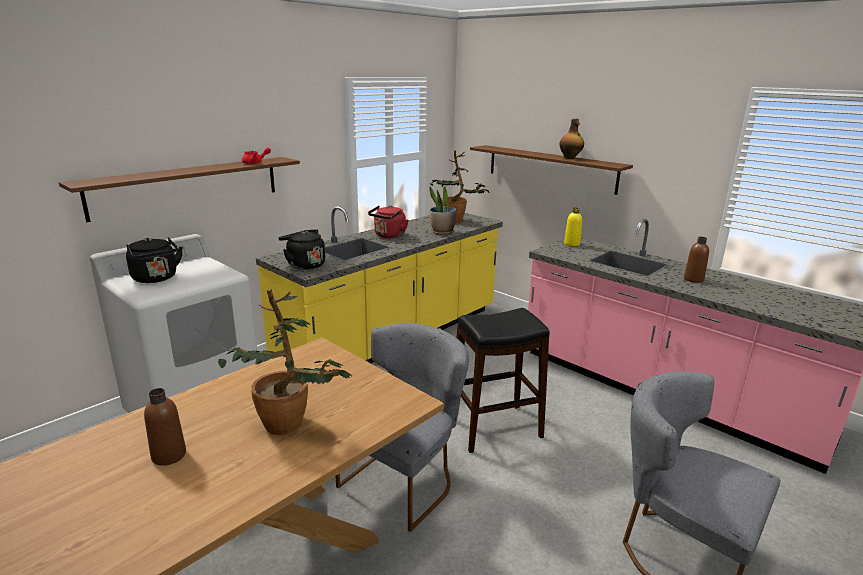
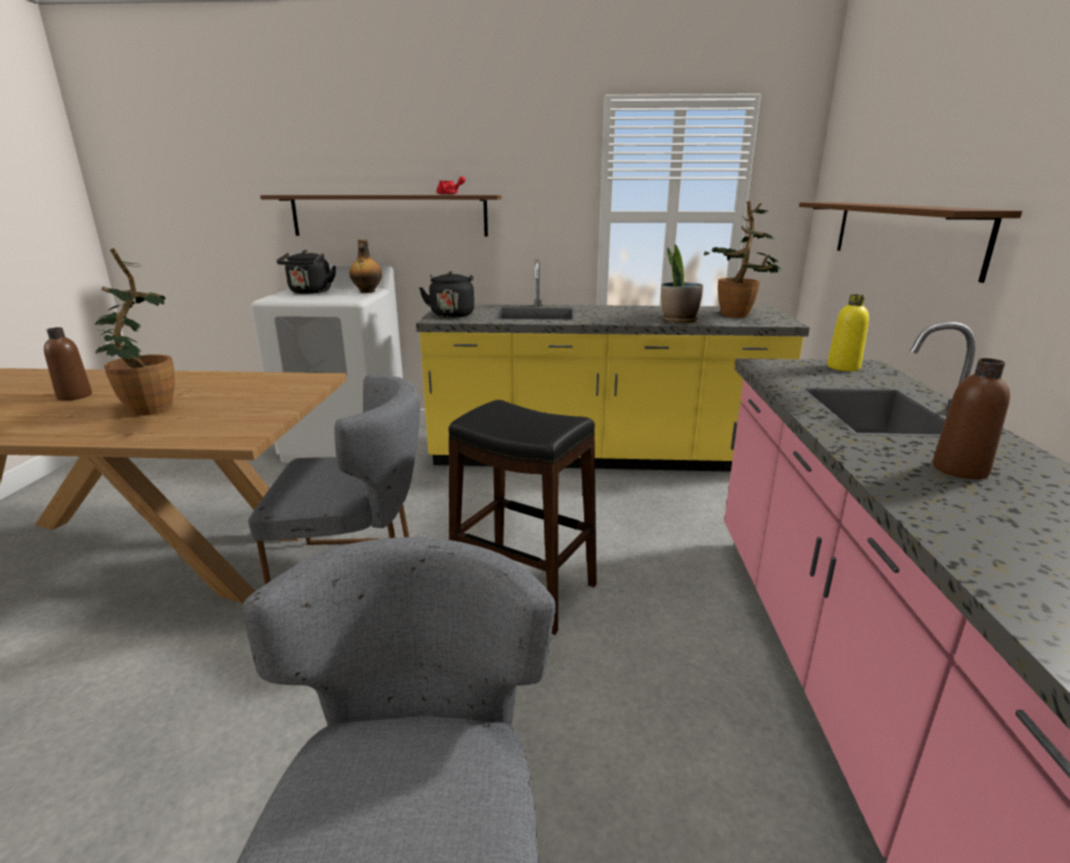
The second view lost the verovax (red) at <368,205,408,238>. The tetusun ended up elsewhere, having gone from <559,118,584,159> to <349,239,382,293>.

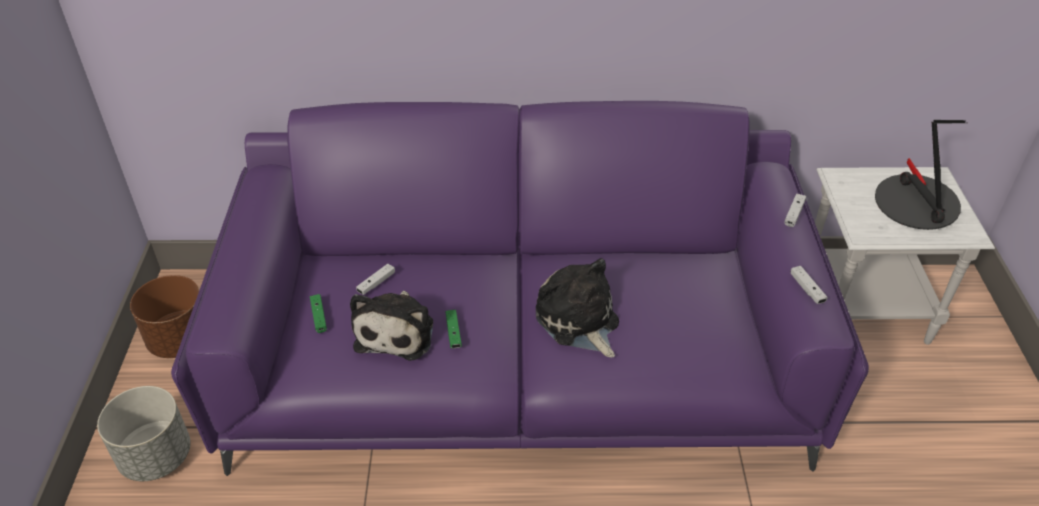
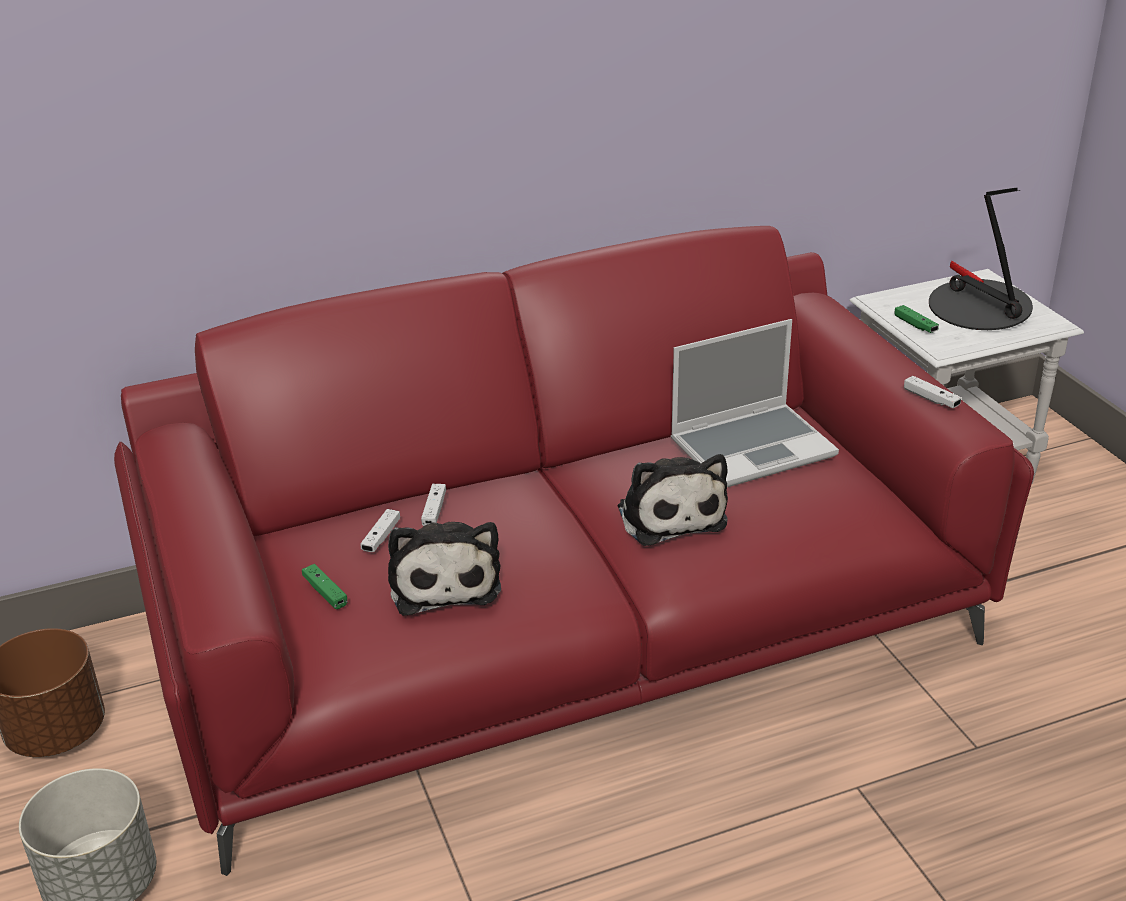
The second view gained the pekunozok at <671,319,839,487>. The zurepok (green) ended up elsewhere, having gone from <445,310,462,348> to <894,305,939,333>. The zurepok (white) ended up elsewhere, having gone from <784,193,806,227> to <421,484,446,526>. What was the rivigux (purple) at <171,101,869,476> turned into the rivigux (red) at <114,226,1034,876>. The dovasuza at <536,258,619,358> ended up facing another way, 150 degrees counterclockwise from before.

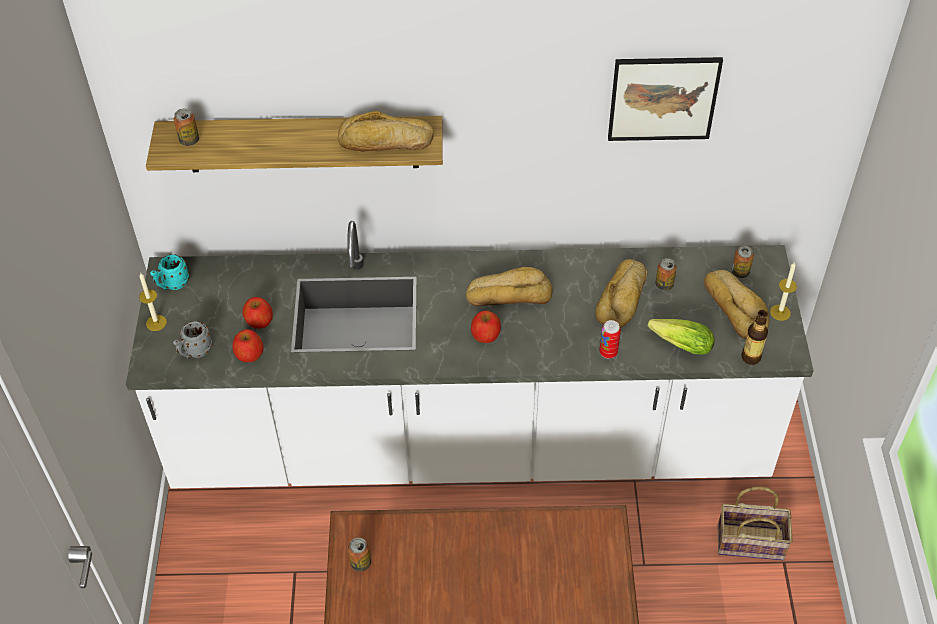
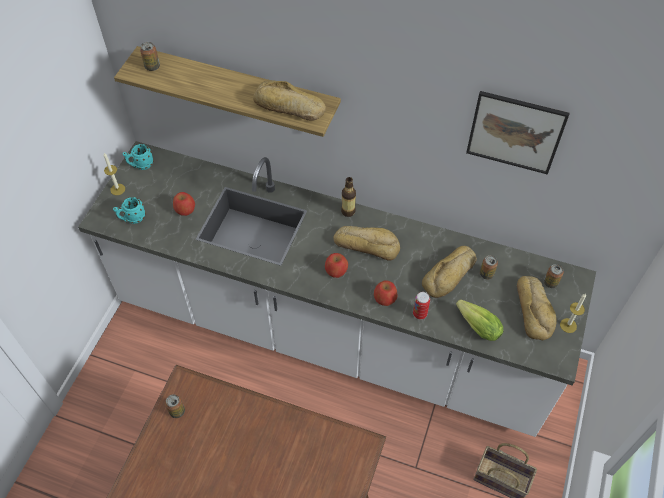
The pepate ended up elsewhere, having gone from <232,329,264,362> to <374,280,398,306>. The tetusun ended up elsewhere, having gone from <742,310,768,365> to <341,177,356,217>. What was the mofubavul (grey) at <173,321,212,359> turned into the mofubavul (turquoise) at <113,197,146,224>.

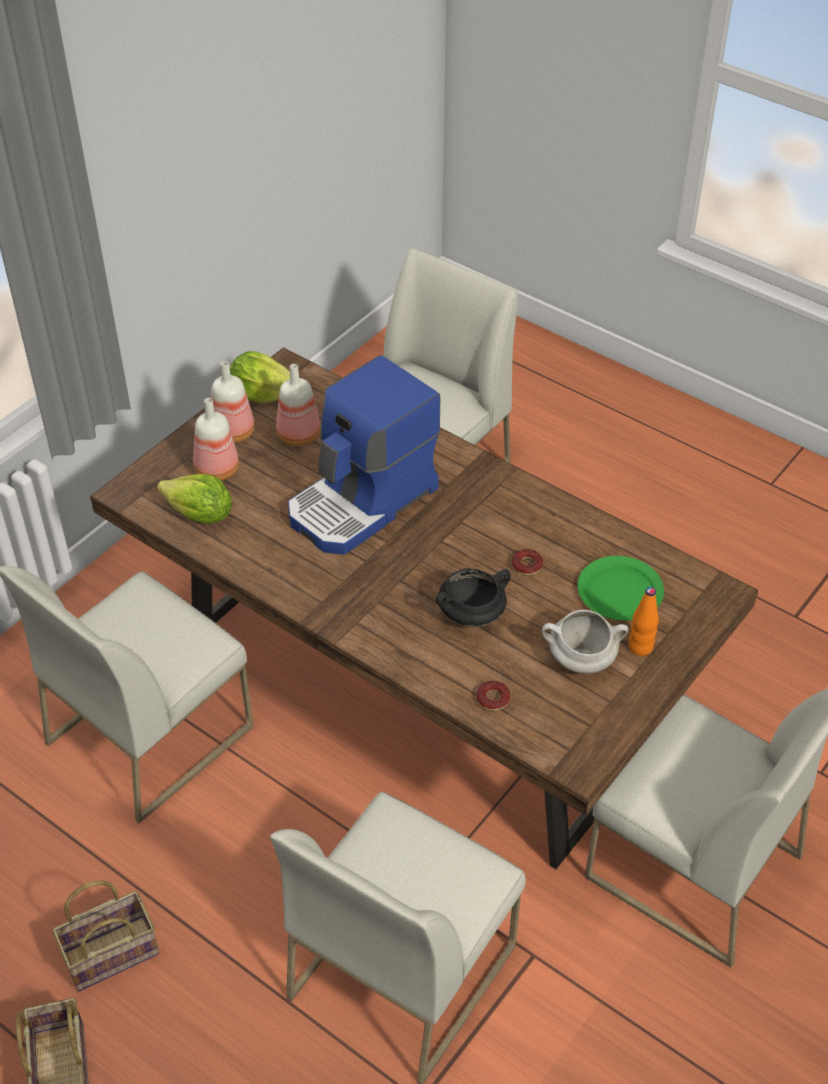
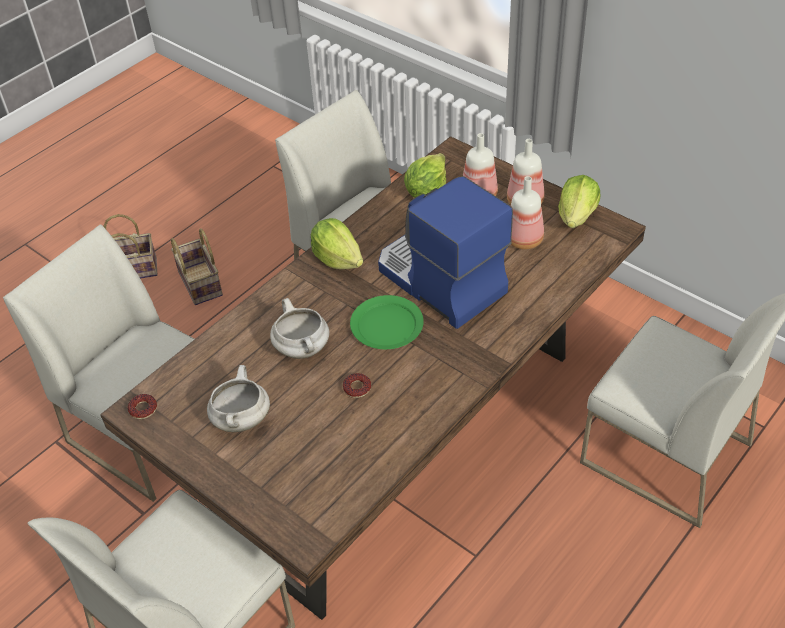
The second view lost the tetusun (orange) at <629,587,659,656>. The second view gained the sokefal at <311,218,363,269>. The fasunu ended up elsewhere, having gone from <477,681,510,711> to <128,394,157,419>. The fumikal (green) ended up elsewhere, having gone from <577,556,664,621> to <350,295,424,349>. What was the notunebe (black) at <436,568,511,627> turned into the notunebe (white) at <270,298,330,359>.

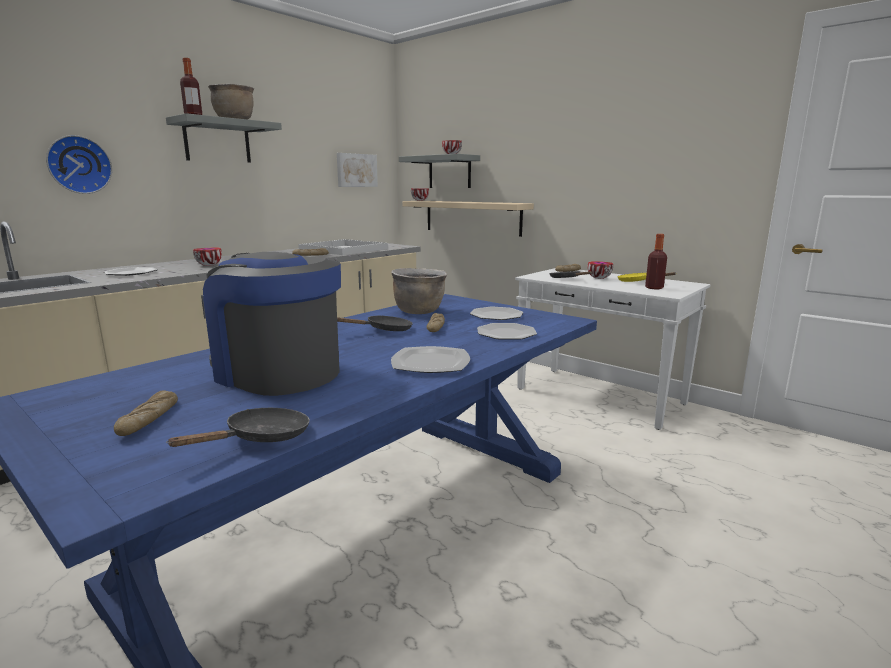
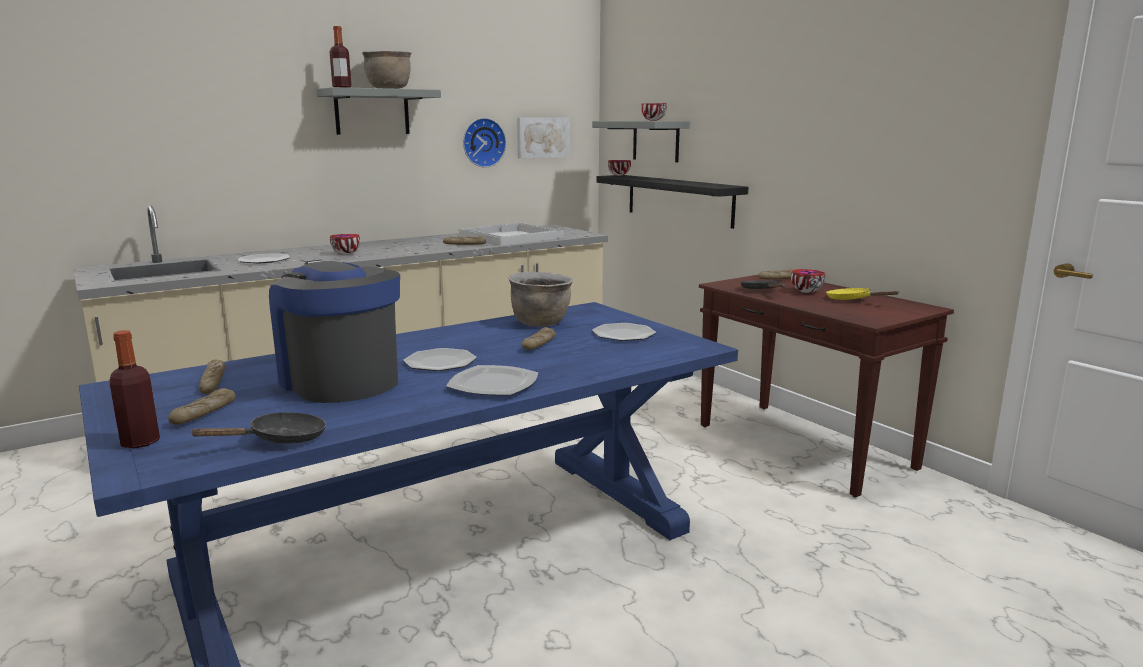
The second view lost the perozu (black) at <337,316,413,331>. The second view gained the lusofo at <199,359,225,394>. The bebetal ended up elsewhere, having gone from <46,135,112,194> to <463,118,506,168>. The fumikal ended up elsewhere, having gone from <477,323,537,339> to <403,348,477,371>. The tetusun ended up elsewhere, having gone from <645,234,667,289> to <109,330,160,448>. What was the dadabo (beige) at <402,201,534,237> turned into the dadabo (black) at <597,175,749,229>. What was the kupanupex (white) at <515,268,710,430> turned into the kupanupex (brown) at <699,275,954,497>.

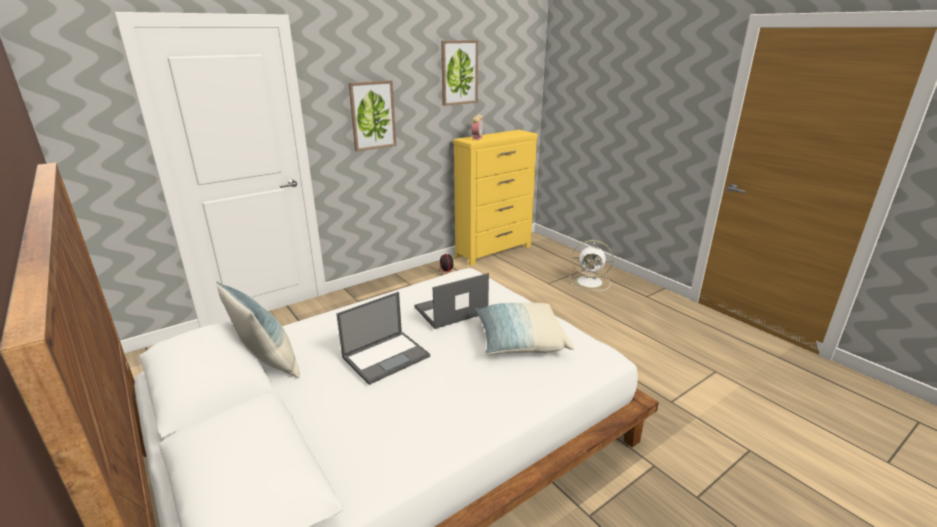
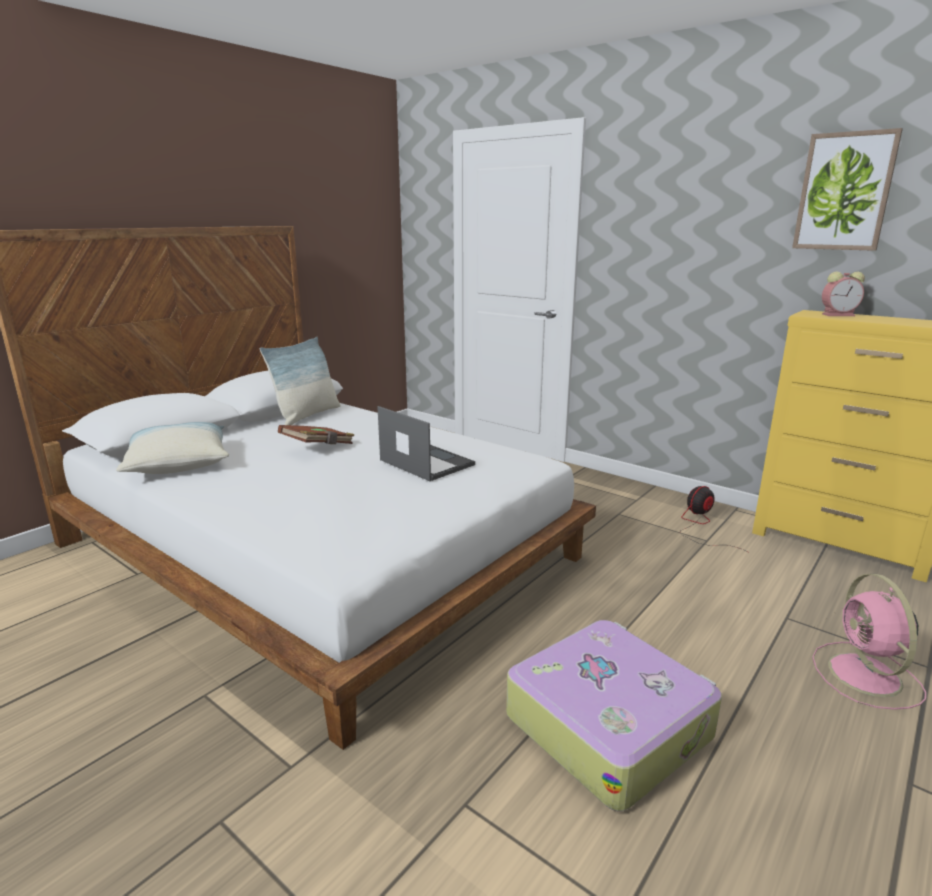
The second view lost the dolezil at <348,80,396,151>. The second view gained the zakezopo at <506,620,722,811>. The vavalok ended up elsewhere, having gone from <475,303,574,354> to <116,422,229,474>. Where the pekunozok stood at <336,292,430,385>, the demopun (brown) came to stand at <278,425,354,444>. What was the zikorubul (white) at <569,240,613,291> turned into the zikorubul (pink) at <812,574,926,710>.

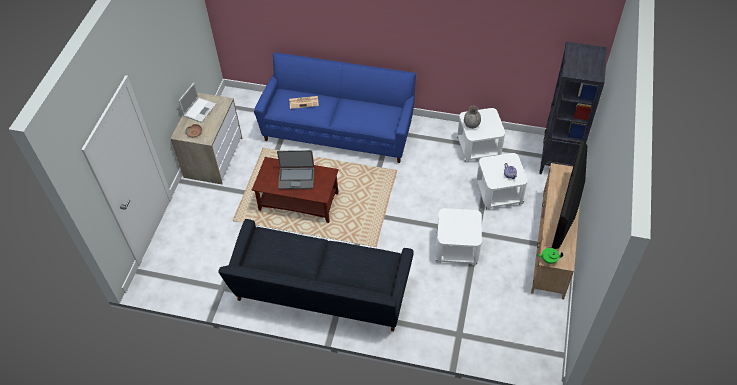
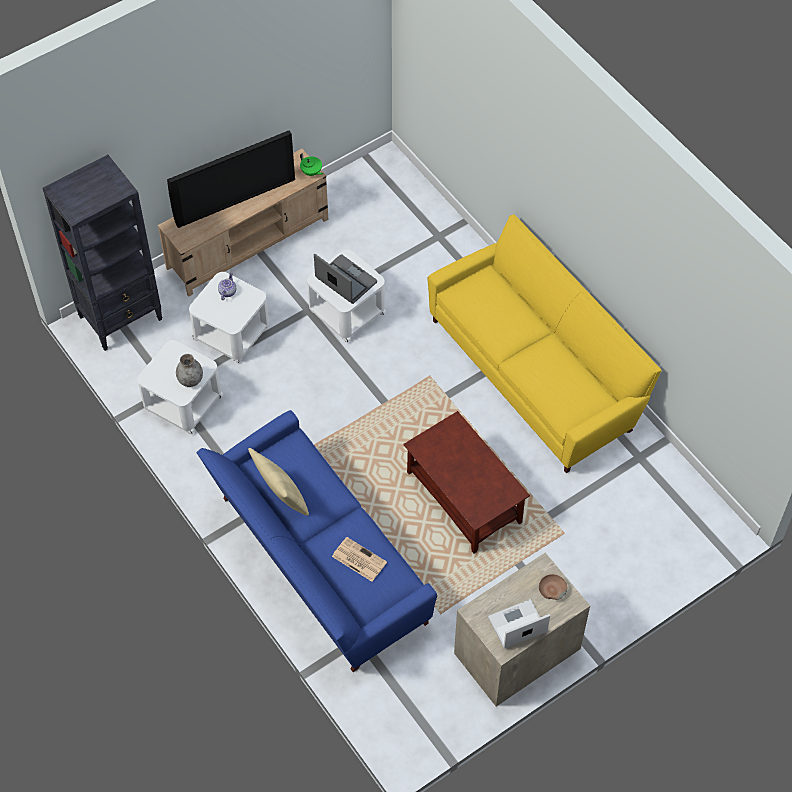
The second view gained the vavalok (beige) at <248,448,309,516>. The pekunozok ended up elsewhere, having gone from <277,150,314,189> to <314,254,377,304>. What was the rivigux (black) at <218,219,414,331> turned into the rivigux (yellow) at <427,214,661,473>.

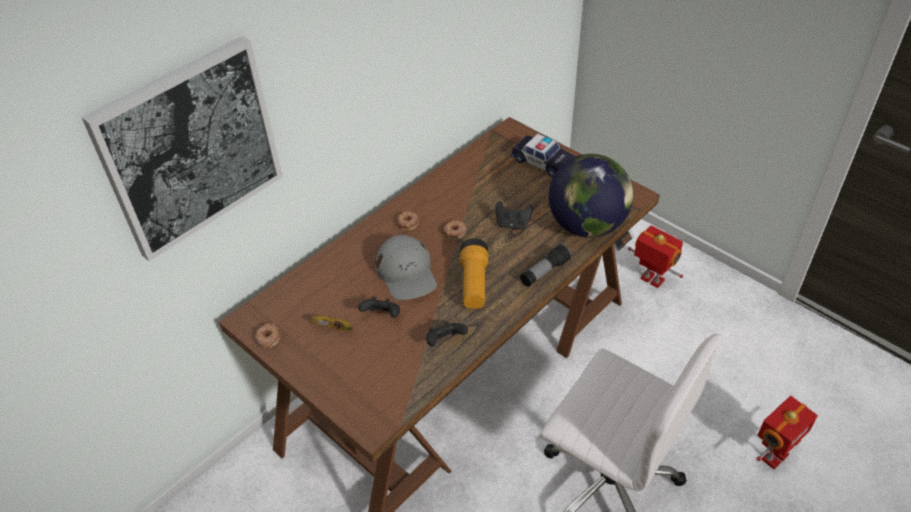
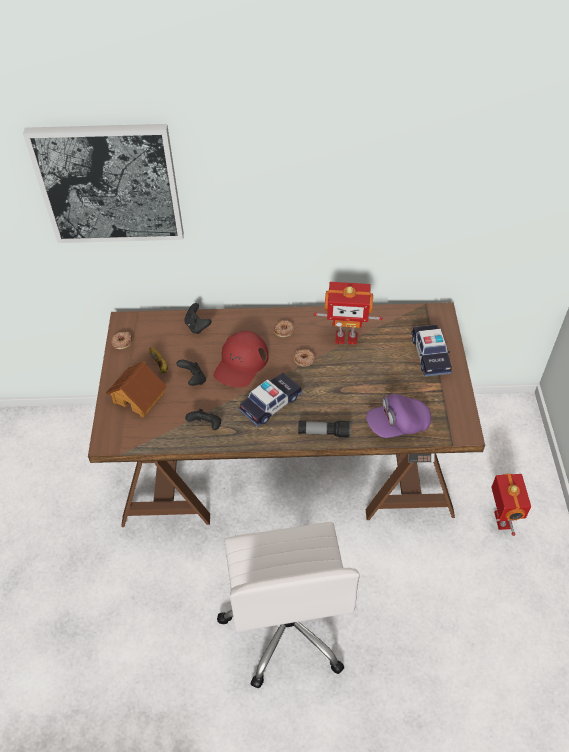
The second view gained the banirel at <106,361,167,418>. The zurepok (black) ended up elsewhere, having gone from <495,201,533,230> to <184,303,212,334>. The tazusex ended up elsewhere, having gone from <757,396,818,470> to <313,282,382,345>. Where the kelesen stood at <460,238,488,309>, the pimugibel came to stand at <239,373,303,427>. Where the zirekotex stood at <548,154,633,238>, the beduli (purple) came to stand at <366,394,431,438>. What was the beduli (grey) at <375,235,437,300> turned into the beduli (red) at <213,331,268,387>.

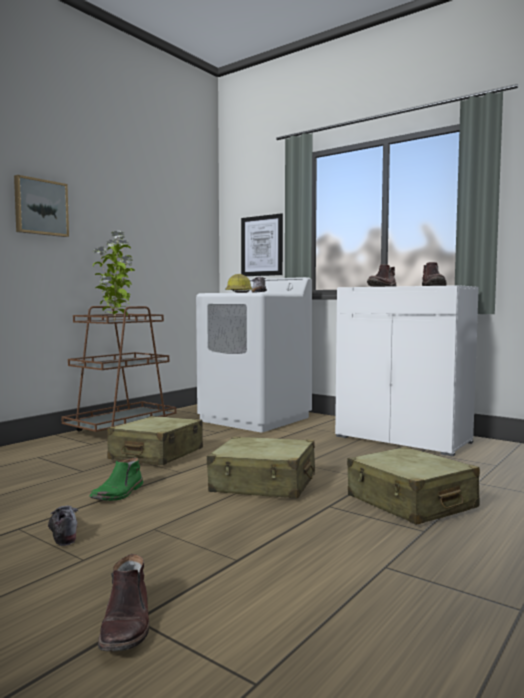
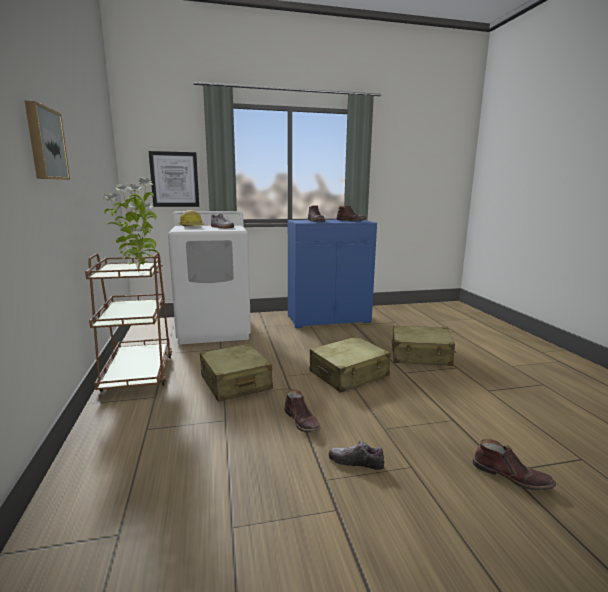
What was the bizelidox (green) at <89,457,143,501> turned into the bizelidox (brown) at <284,389,320,433>. What was the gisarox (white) at <335,285,479,457> turned into the gisarox (blue) at <288,220,377,328>.

